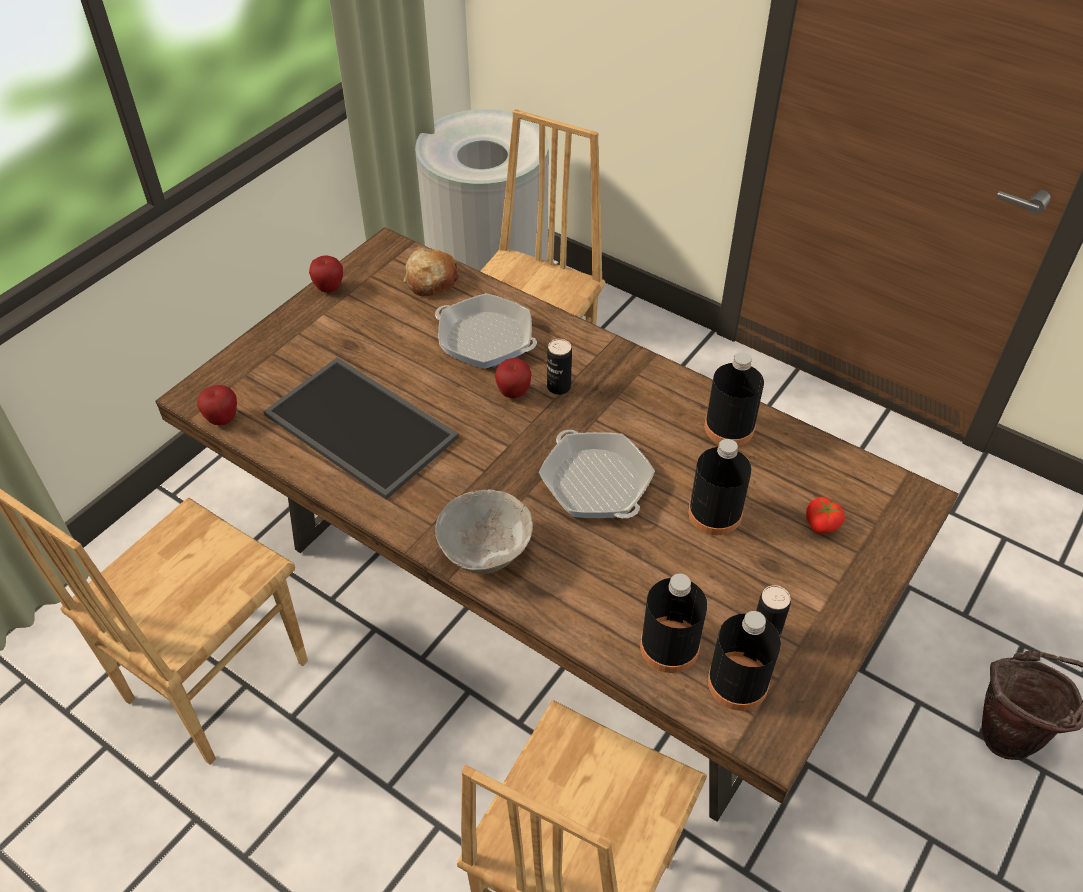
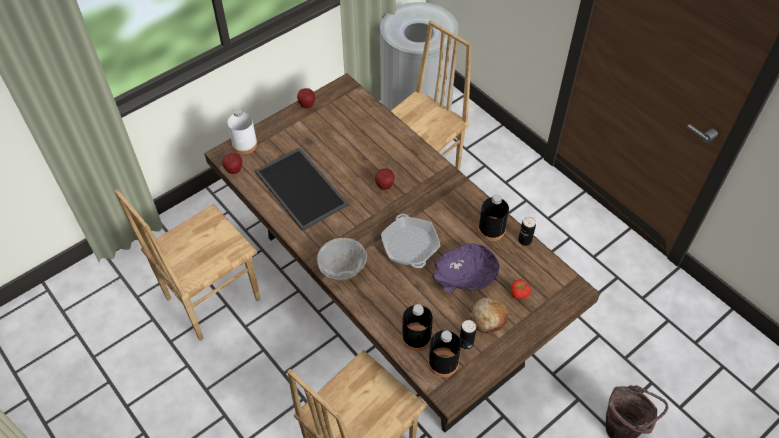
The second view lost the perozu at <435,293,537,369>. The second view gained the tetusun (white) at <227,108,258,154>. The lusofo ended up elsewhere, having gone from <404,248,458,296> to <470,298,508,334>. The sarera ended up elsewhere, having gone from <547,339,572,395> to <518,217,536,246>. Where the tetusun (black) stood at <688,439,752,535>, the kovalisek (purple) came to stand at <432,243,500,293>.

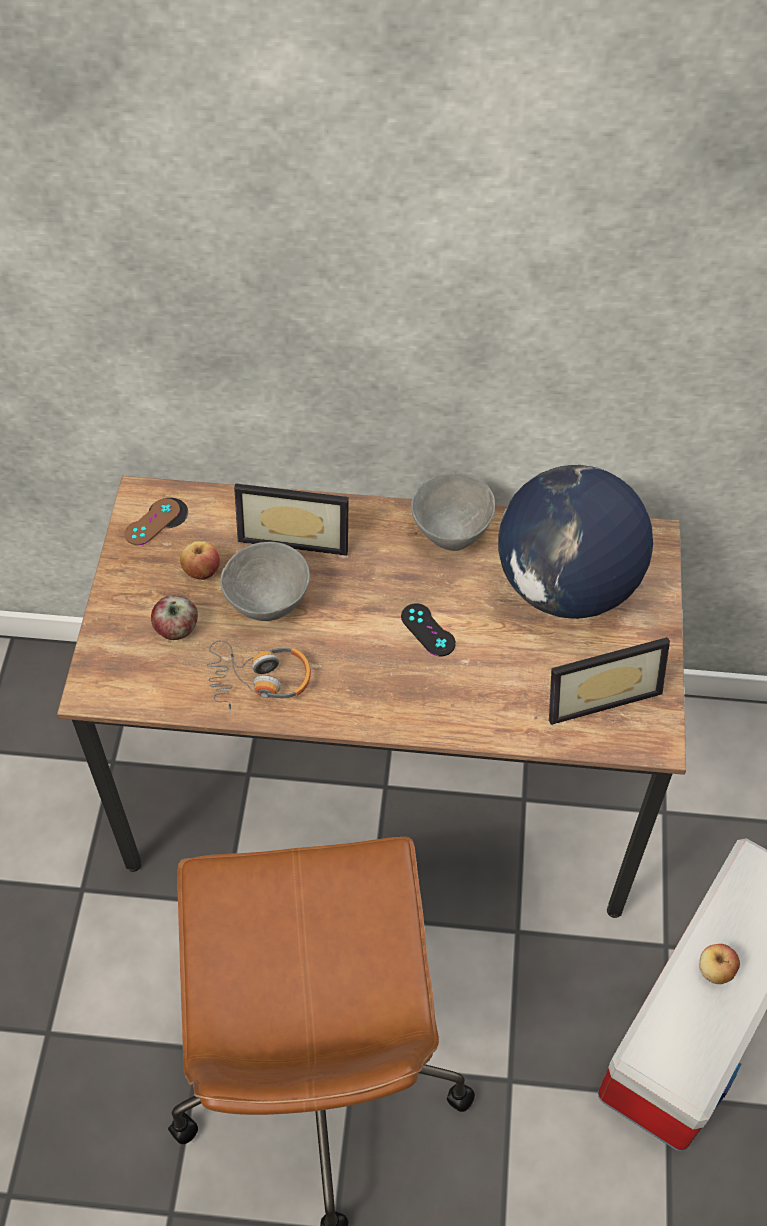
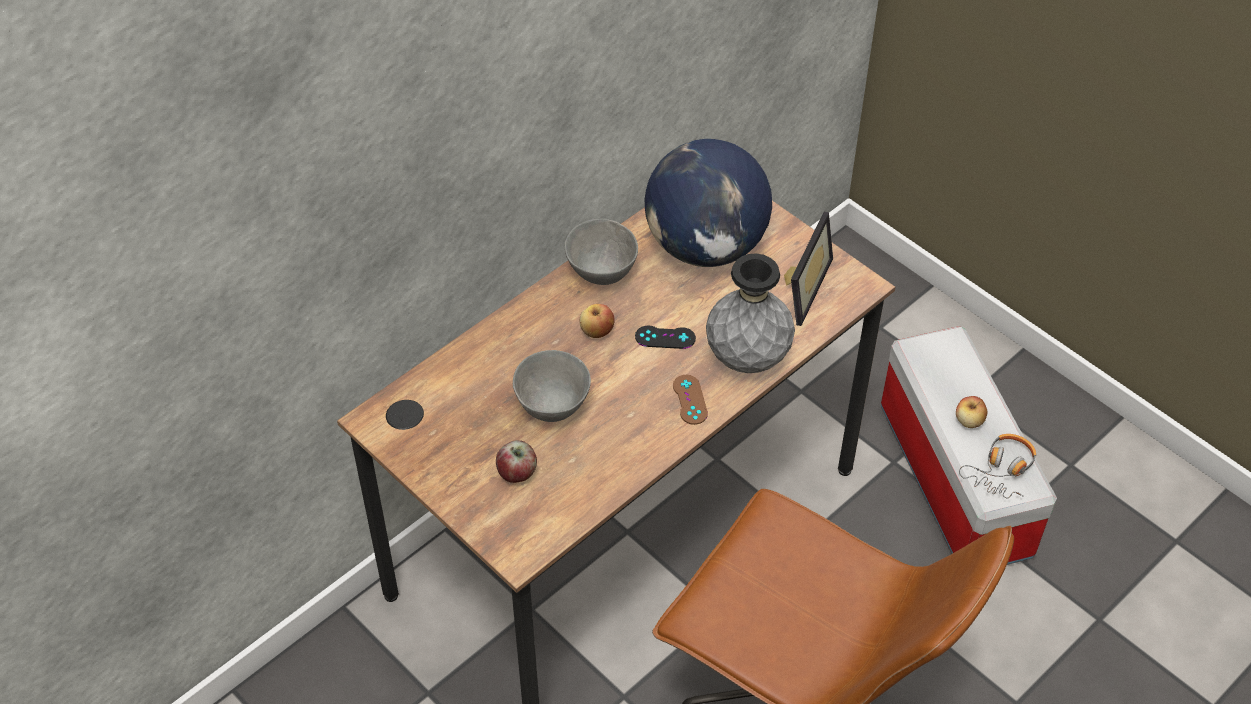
The second view lost the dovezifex at <234,483,349,556>. The second view gained the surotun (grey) at <706,253,795,373>. The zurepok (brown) ended up elsewhere, having gone from <124,498,180,545> to <673,375,708,425>. The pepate ended up elsewhere, having gone from <180,541,220,580> to <580,304,615,338>. The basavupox ended up elsewhere, having gone from <207,640,311,714> to <959,434,1036,498>.

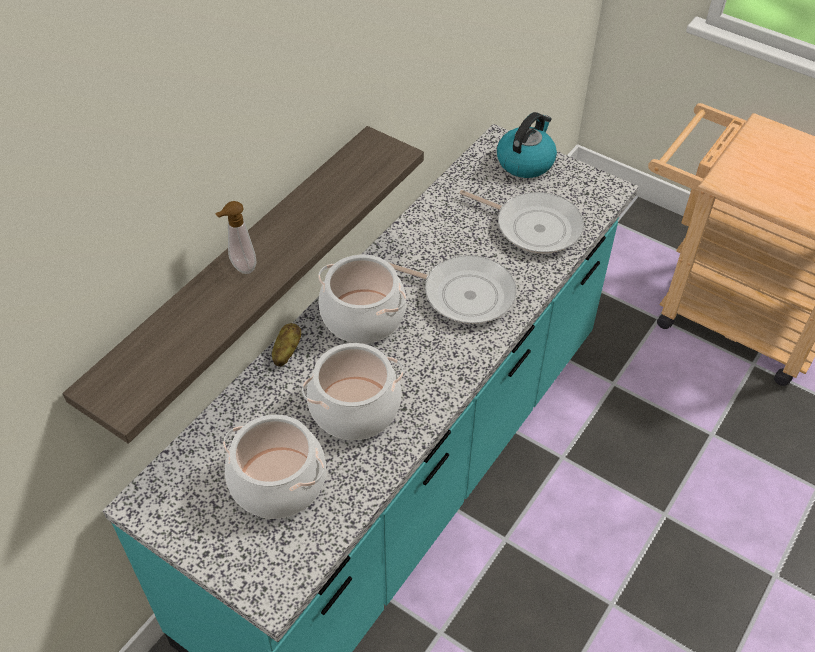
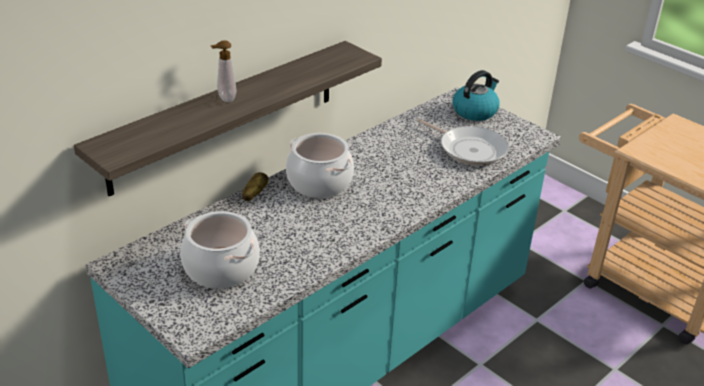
The second view lost the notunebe at <302,343,404,440>. The second view lost the perozu at <388,255,517,324>.

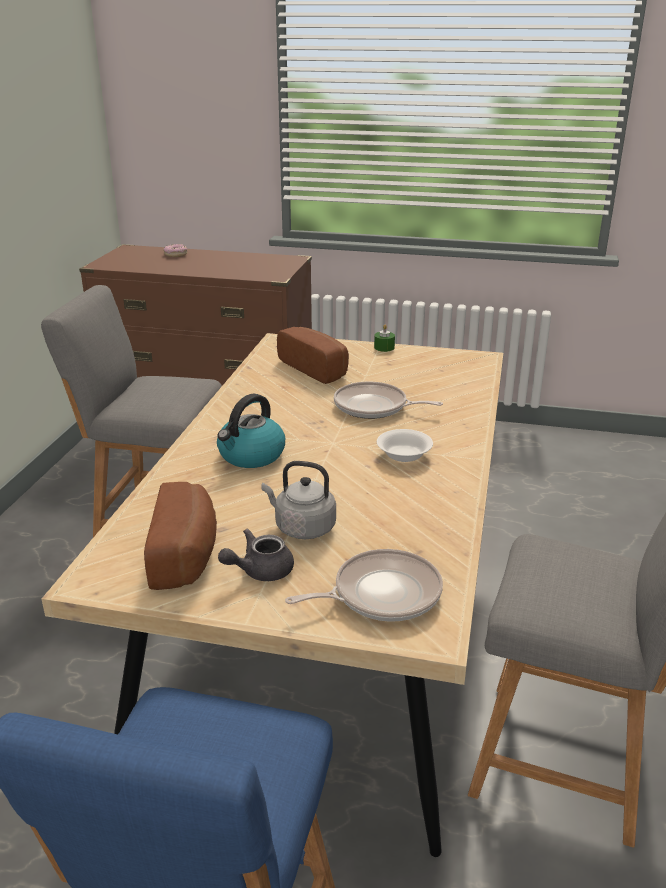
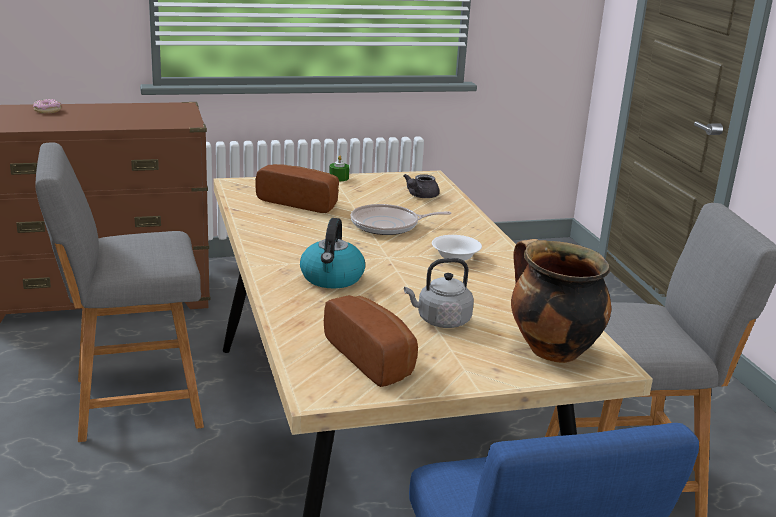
The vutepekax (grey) ended up elsewhere, having gone from <218,529,294,581> to <404,174,440,198>. Where the perozu stood at <285,549,443,622>, the notunebe came to stand at <511,239,611,363>.

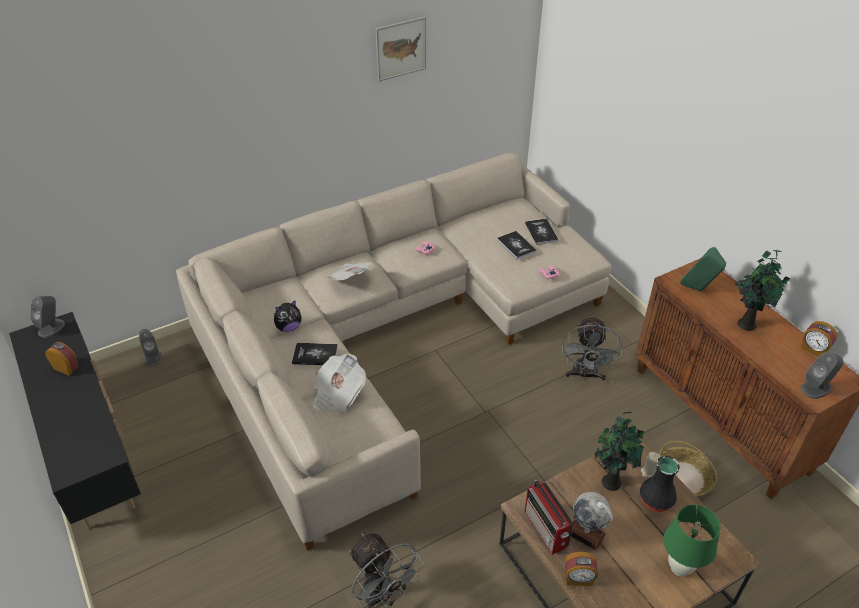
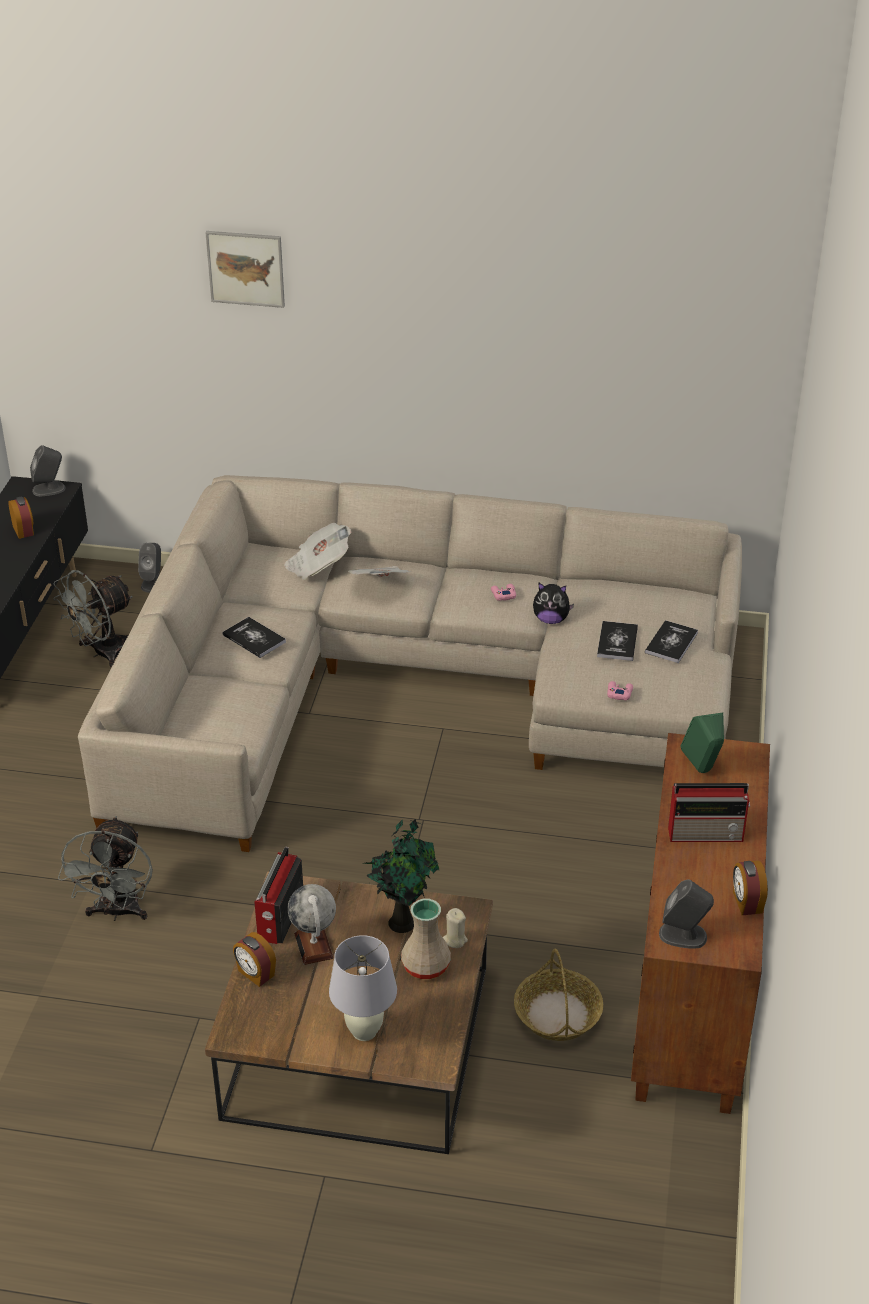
The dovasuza ended up elsewhere, having gone from <274,301,302,332> to <533,583,574,624>. The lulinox ended up elsewhere, having gone from <313,354,366,413> to <284,523,352,580>. The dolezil ended up elsewhere, having gone from <375,17,426,82> to <205,231,285,308>. The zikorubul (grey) ended up elsewhere, having gone from <562,315,622,381> to <53,570,133,668>. Where the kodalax stood at <735,250,790,331>, the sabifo came to stand at <668,783,750,842>. What was the surotun (black) at <640,456,680,512> turned into the surotun (beige) at <401,899,451,979>. What was the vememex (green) at <663,504,720,576> turned into the vememex (white) at <329,935,397,1041>.

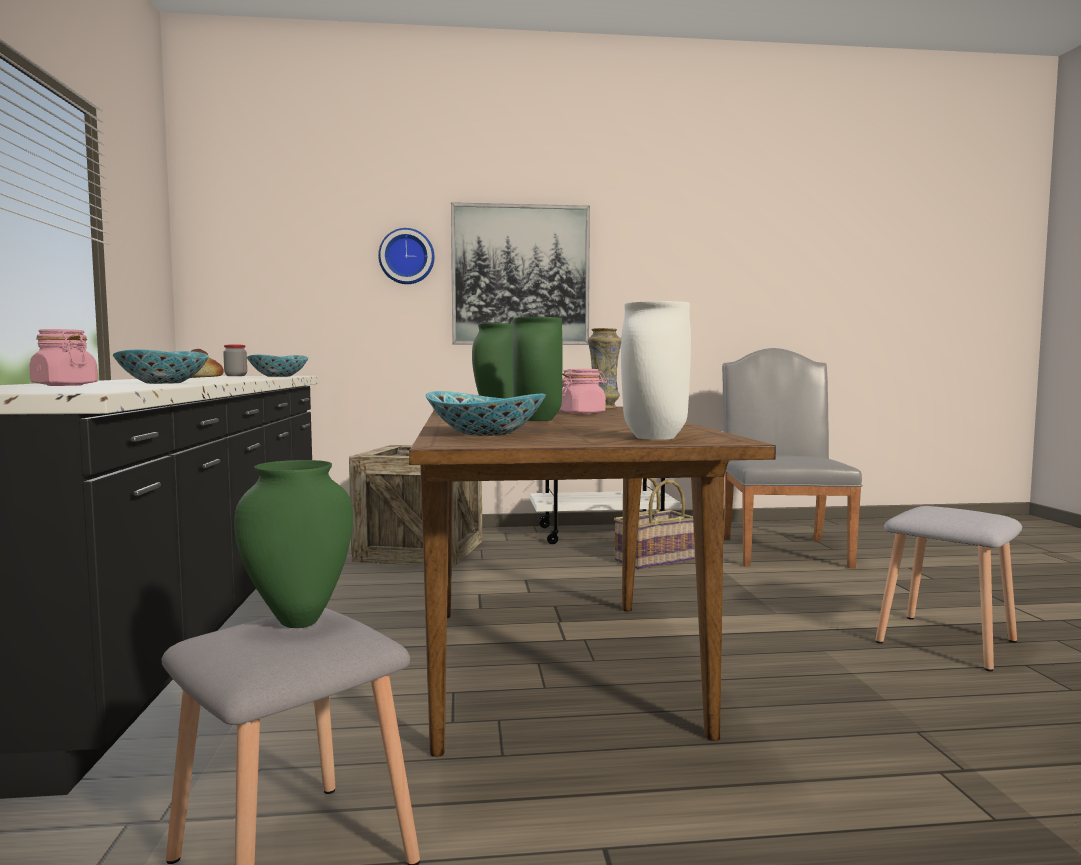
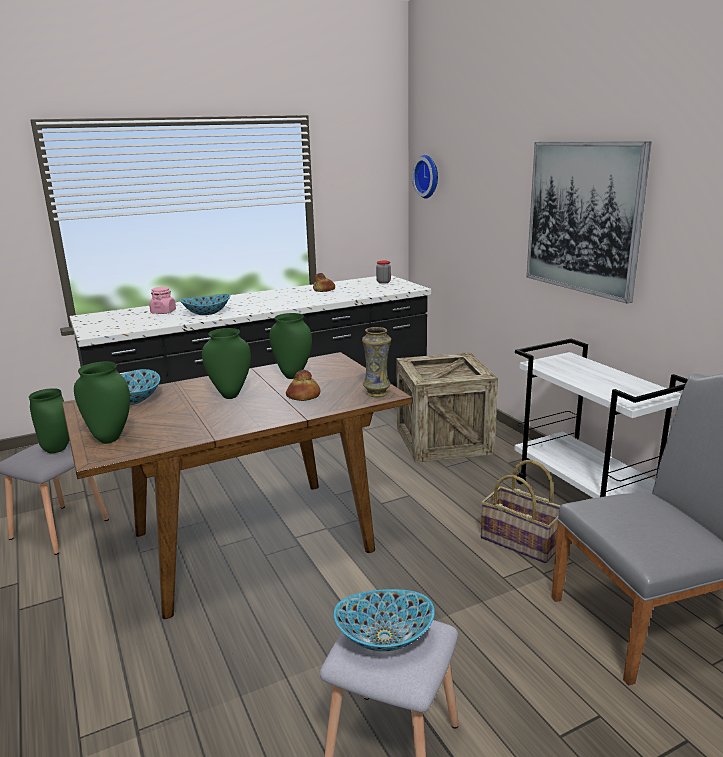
The kovalisek ended up elsewhere, having gone from <247,355,308,377> to <334,589,435,651>. The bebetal ended up elsewhere, having gone from <378,228,435,284> to <412,155,438,199>. Where the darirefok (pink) stood at <560,369,607,414>, the lusofo came to stand at <286,370,320,401>. What was the surotun (white) at <621,301,691,440> turned into the surotun (green) at <74,362,130,444>.

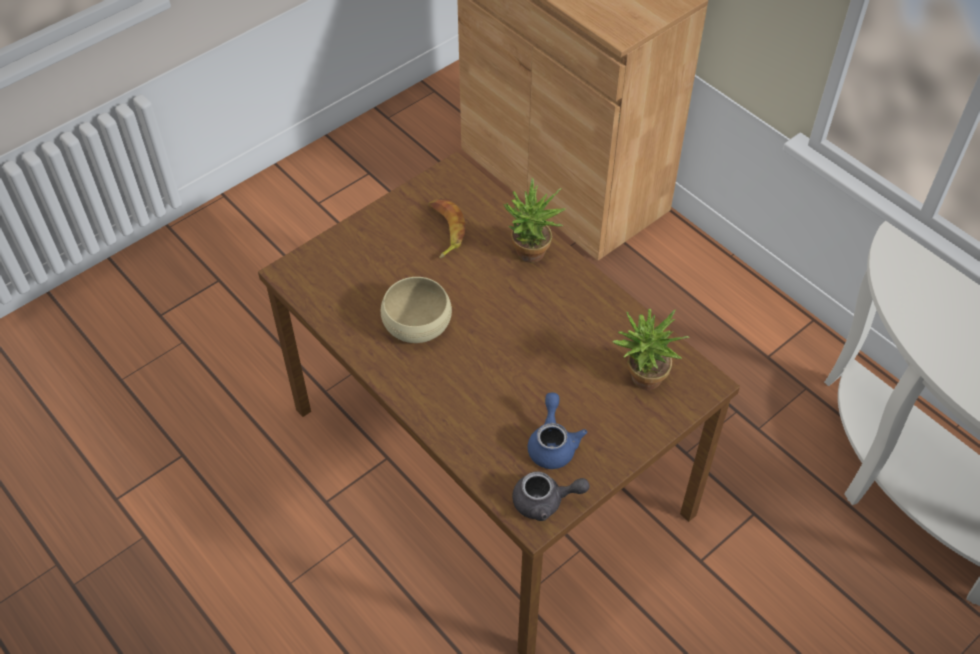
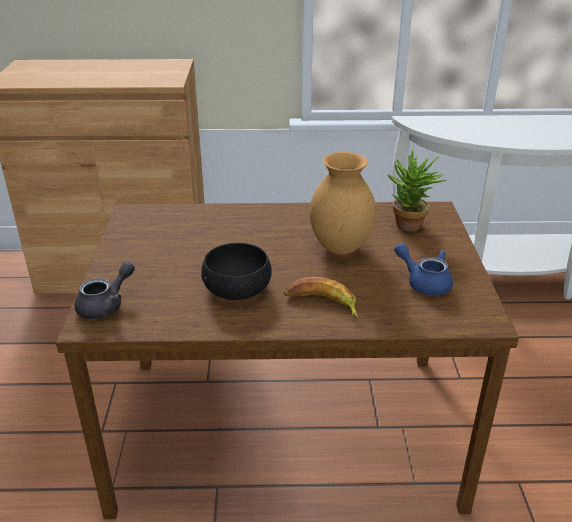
The second view lost the kodalax at <503,177,566,263>. The second view gained the surotun (brown) at <310,152,376,255>. The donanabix ended up elsewhere, having gone from <428,198,466,258> to <284,277,358,318>. The vutepekax (grey) ended up elsewhere, having gone from <512,471,590,521> to <74,261,135,319>. What was the kovalisek (beige) at <381,277,452,343> turned into the kovalisek (black) at <201,243,272,300>.

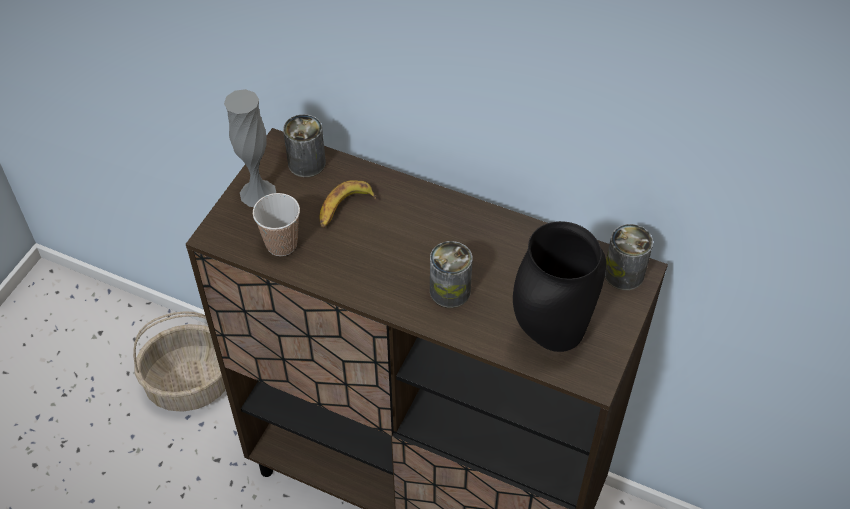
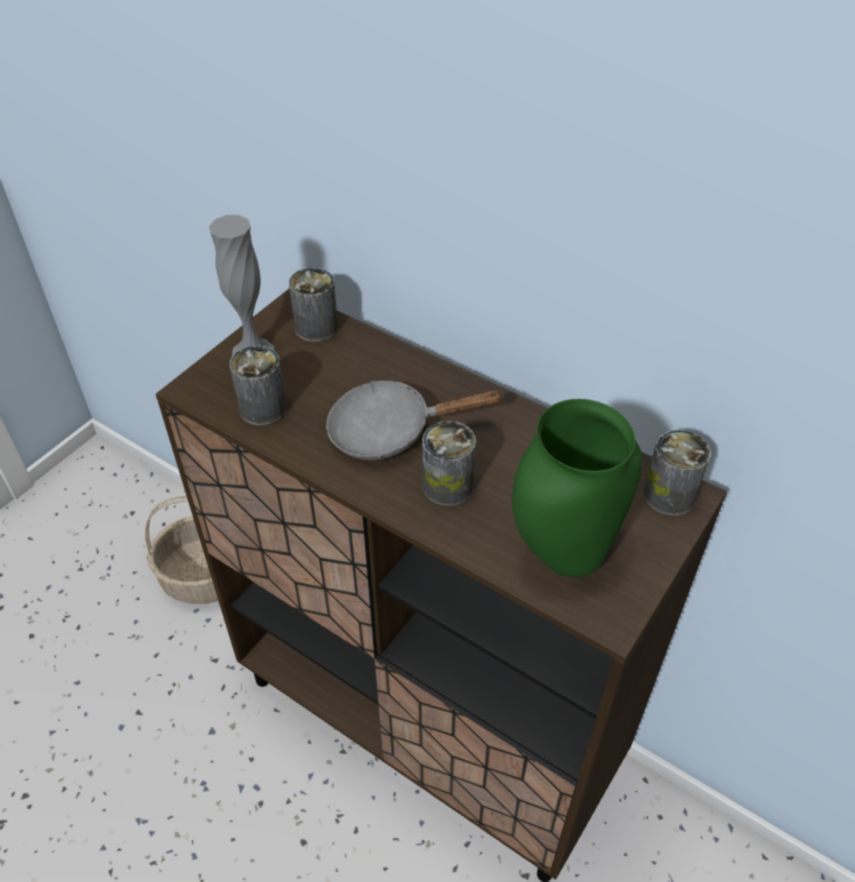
The second view lost the donanabix at <319,180,376,228>. The second view gained the perozu (grey) at <326,381,504,460>. Where the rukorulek stood at <253,193,300,256>, the sarera came to stand at <230,346,287,425>. What was the surotun (black) at <513,221,606,352> turned into the surotun (green) at <512,399,642,577>.

